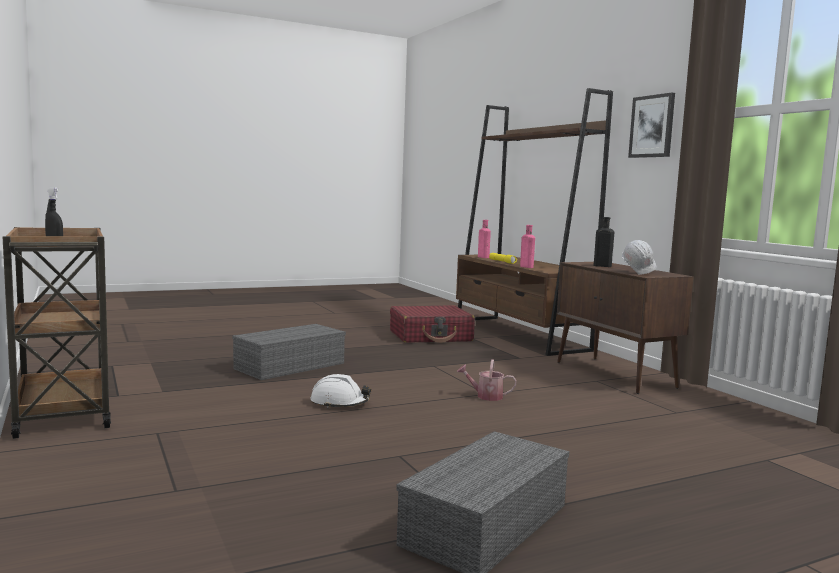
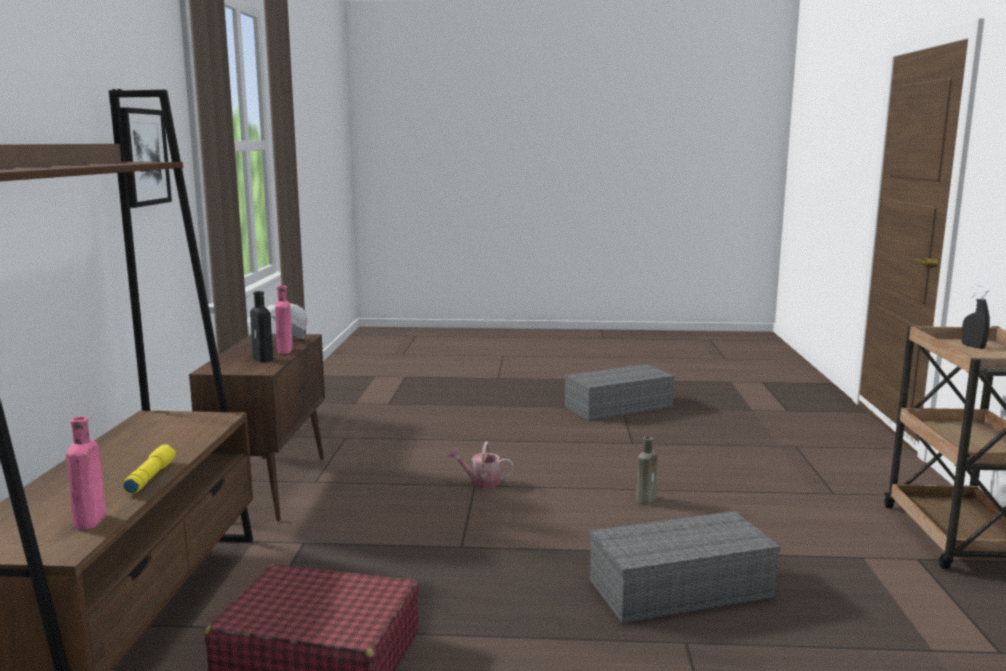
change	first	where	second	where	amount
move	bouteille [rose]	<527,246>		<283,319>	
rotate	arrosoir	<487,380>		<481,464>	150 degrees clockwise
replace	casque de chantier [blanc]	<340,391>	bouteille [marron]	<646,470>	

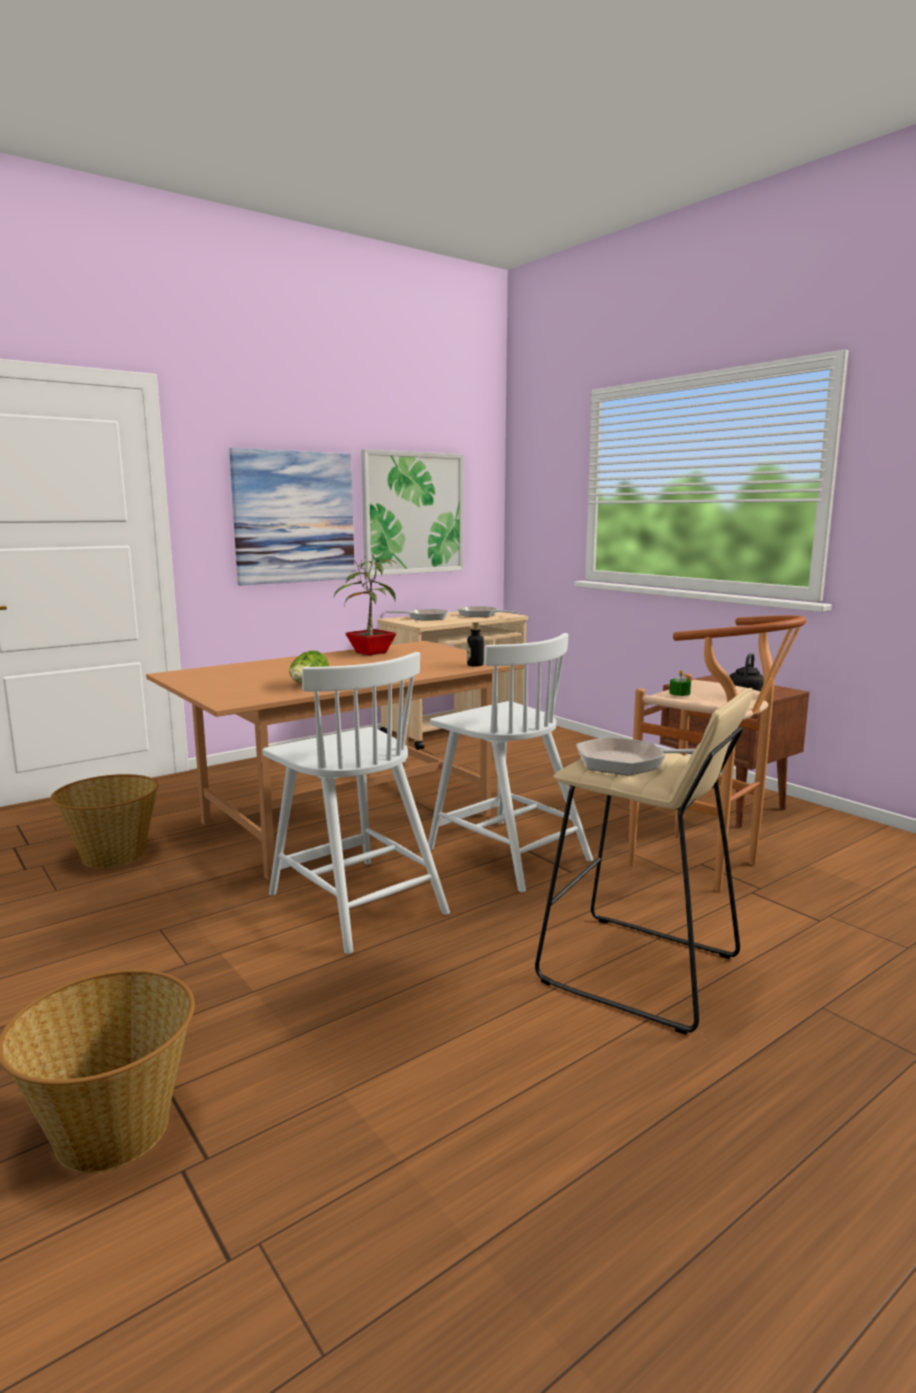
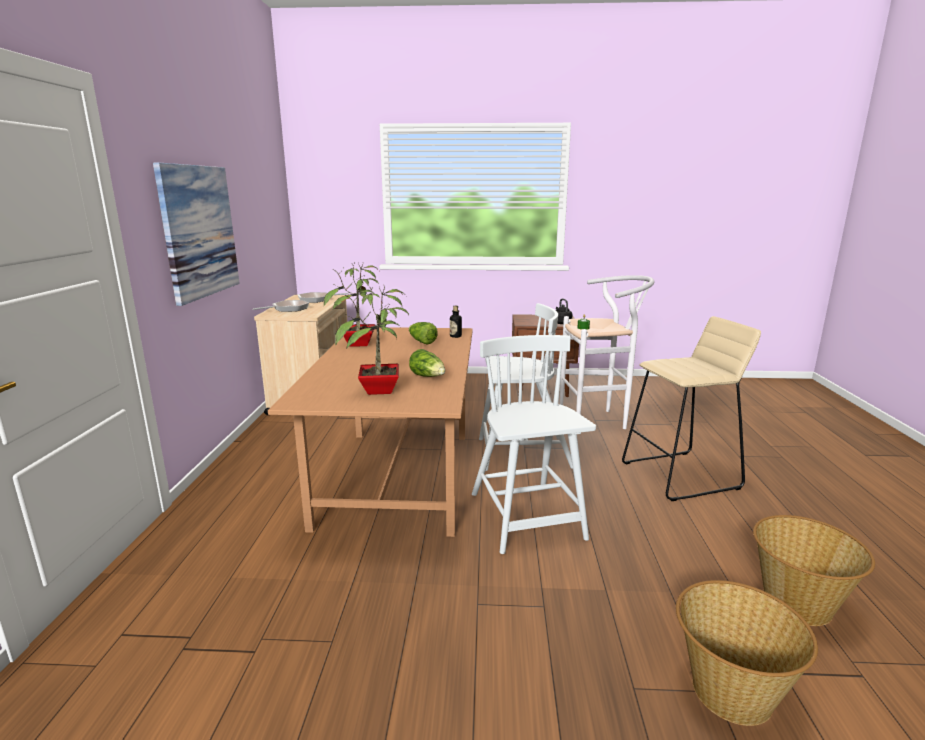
change	first	where	second	where	amount
delete	tableau	<412,512>			
recolor	tabouret [marron]	<717,753>	tabouret [blanc]	<607,352>	
rotate	chaise [blanc]	<356,803>		<534,444>	105 degrees counterclockwise
delete	poêle	<635,756>			
move	panier	<104,821>		<814,570>	
insert			plante en pot	<372,339>	
insert			laitue	<423,333>	

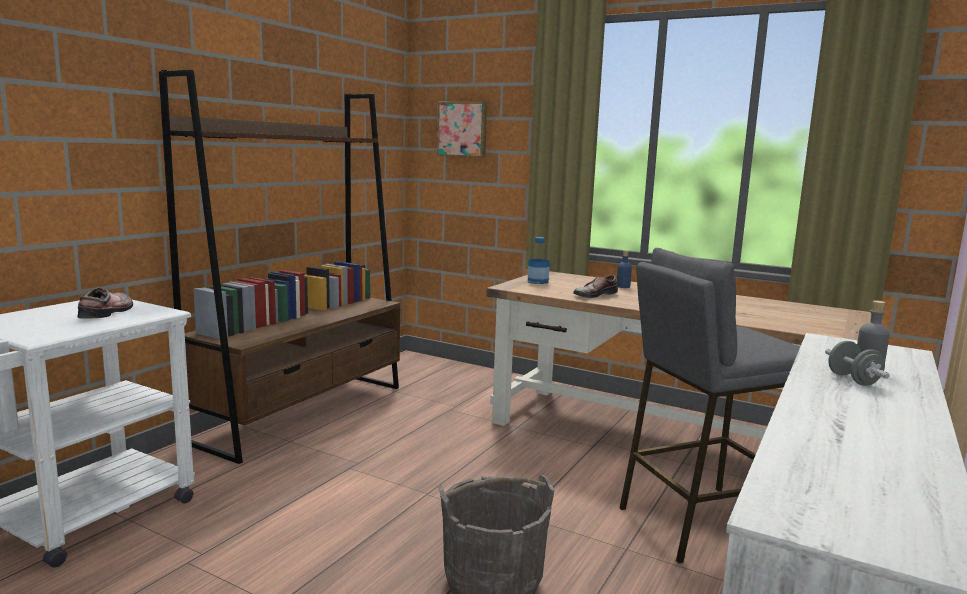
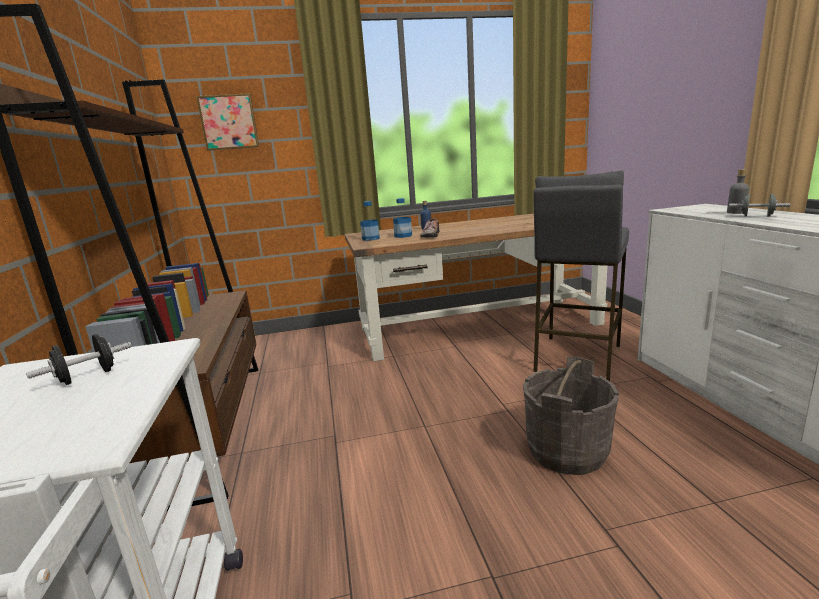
change	first	where	second	where	amount
replace	chaussure	<105,303>	haltère [noir]	<79,359>	
insert			bouteille	<402,218>	

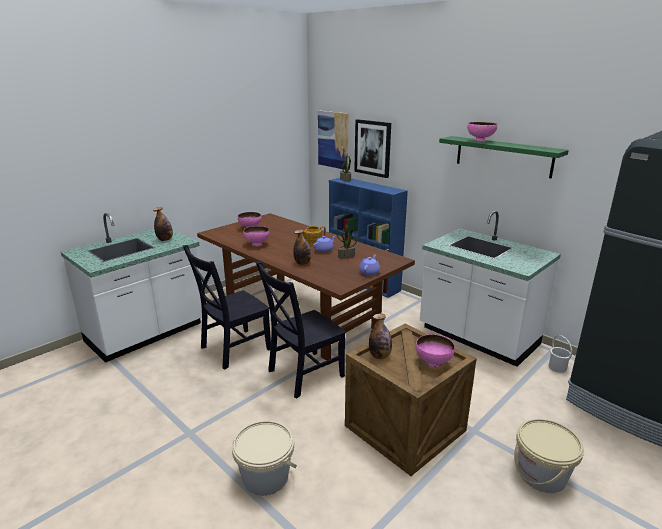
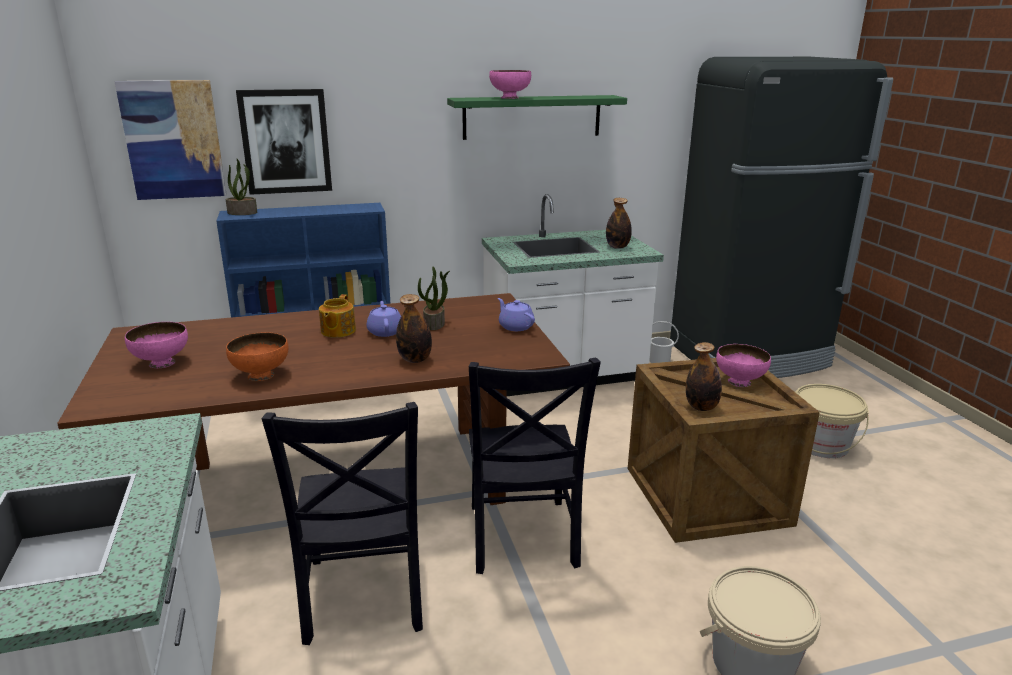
change	first	where	second	where	amount
move	bouteille	<163,224>		<619,223>	
recolor	bol [rose]	<256,236>	bol [orange]	<257,356>	

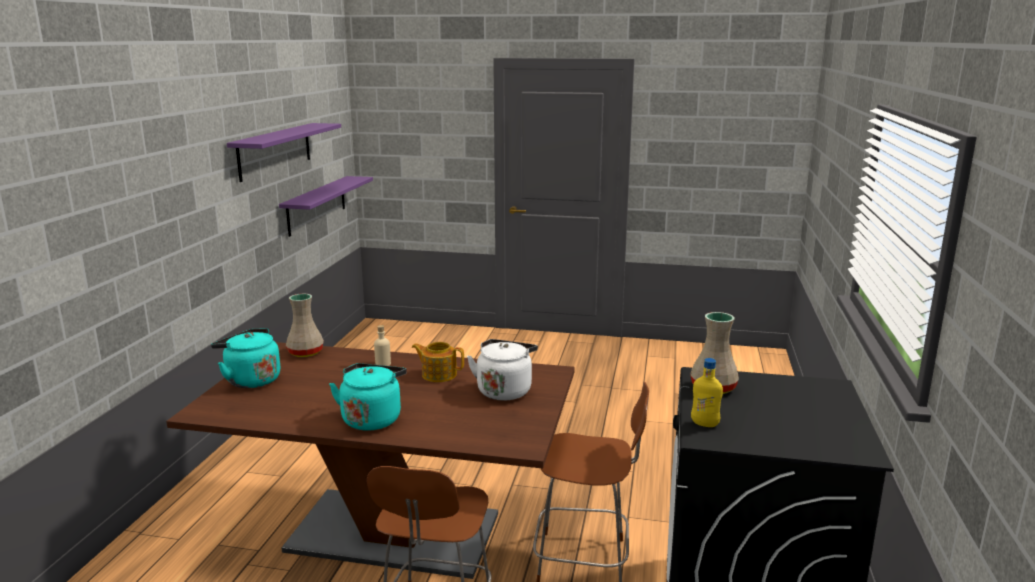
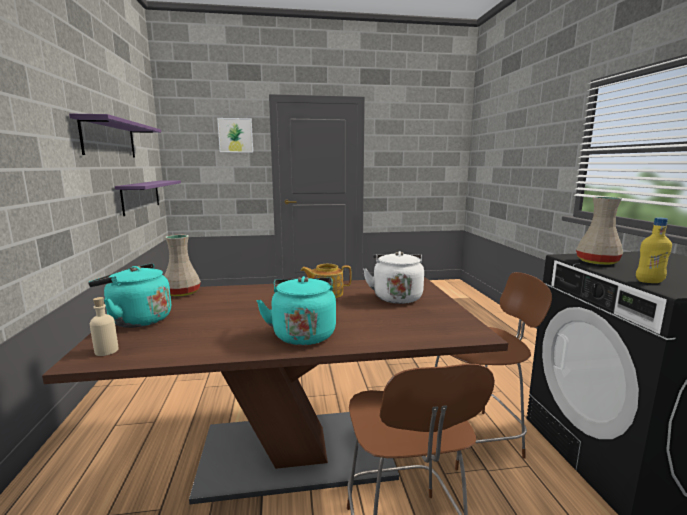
change	first	where	second	where	amount
move	bouteille [beige]	<382,345>		<104,326>	
insert			tableau	<235,135>	

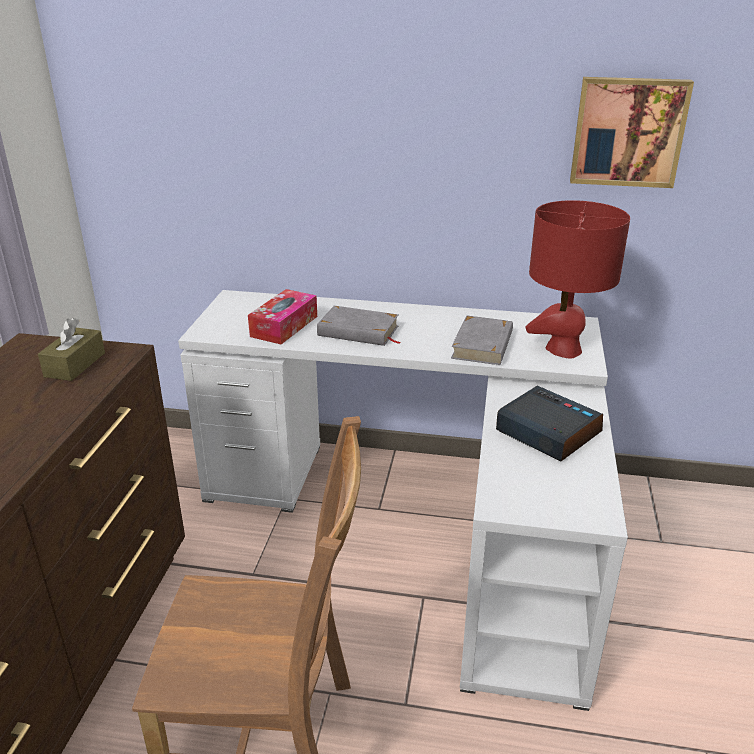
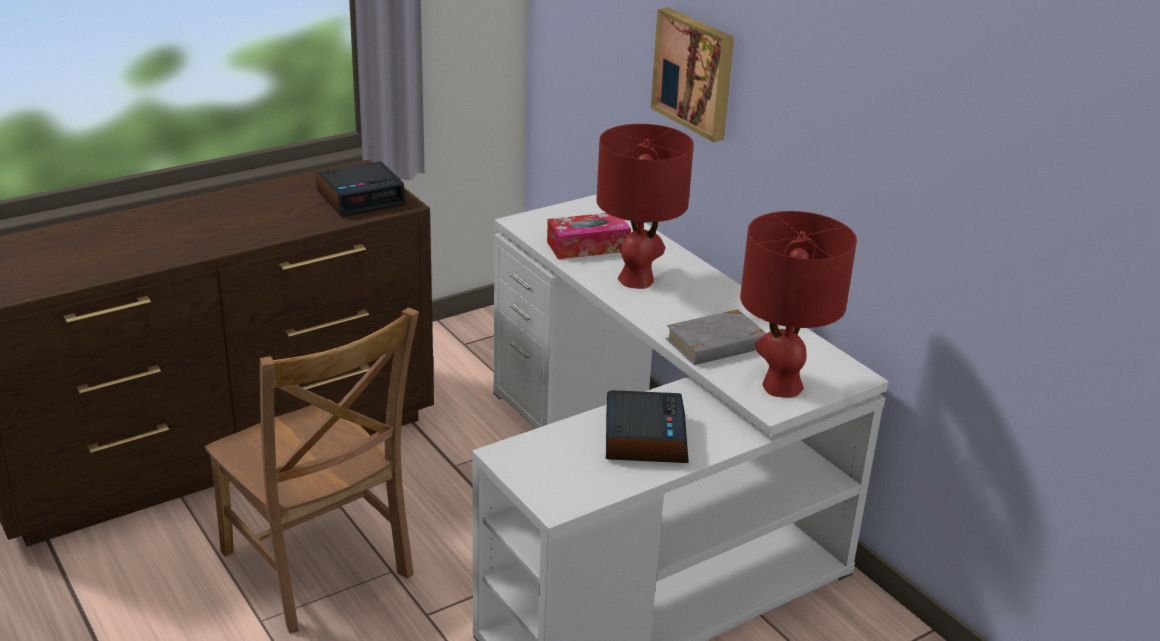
change	first	where	second	where	amount
move	tableau	<632,132>		<692,75>	
replace	livre [gris]	<359,326>	lampe de table [rouge]	<645,206>	
replace	boîte à mouchoirs [marron]	<71,349>	réveil	<361,189>	

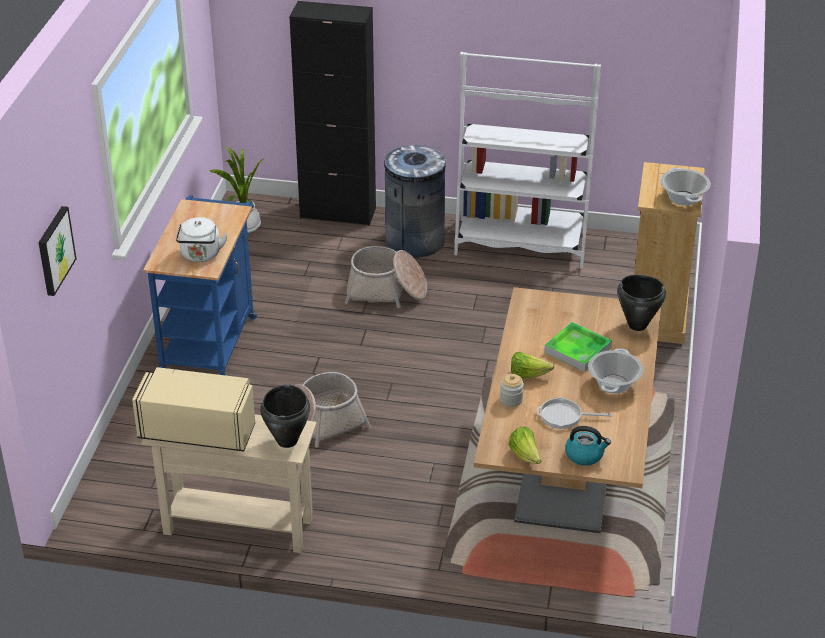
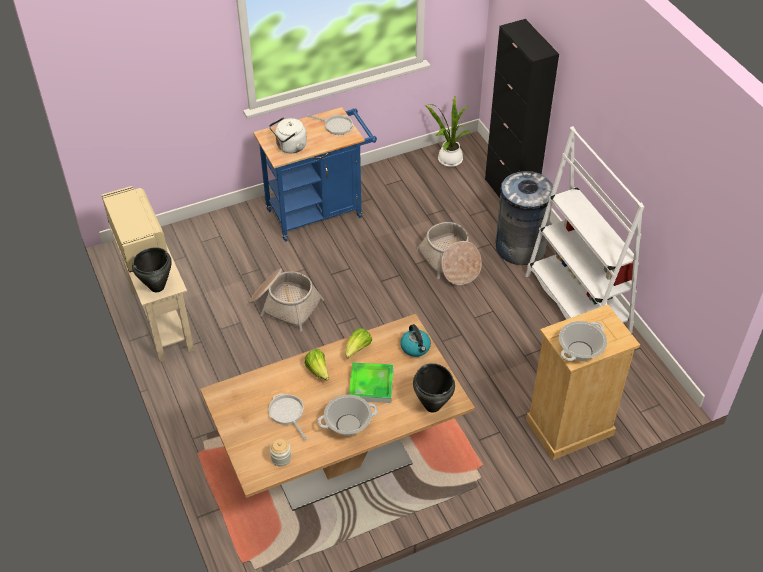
change	first	where	second	where	amount
delete	tableau	<57,251>			
move	bocal	<512,390>		<280,452>	
move	laitue	<525,445>		<359,343>	
move	bouilloire	<588,446>		<415,340>	
insert			poêle	<331,125>	

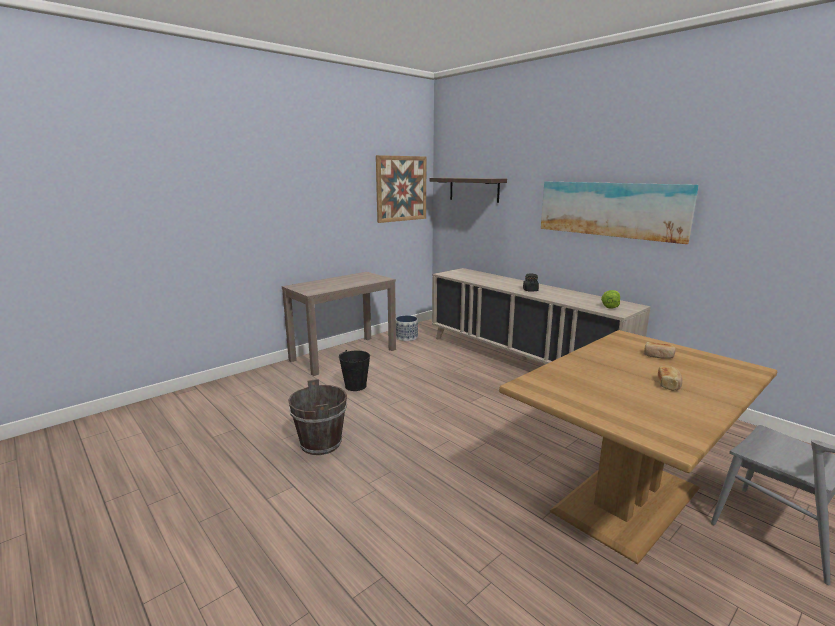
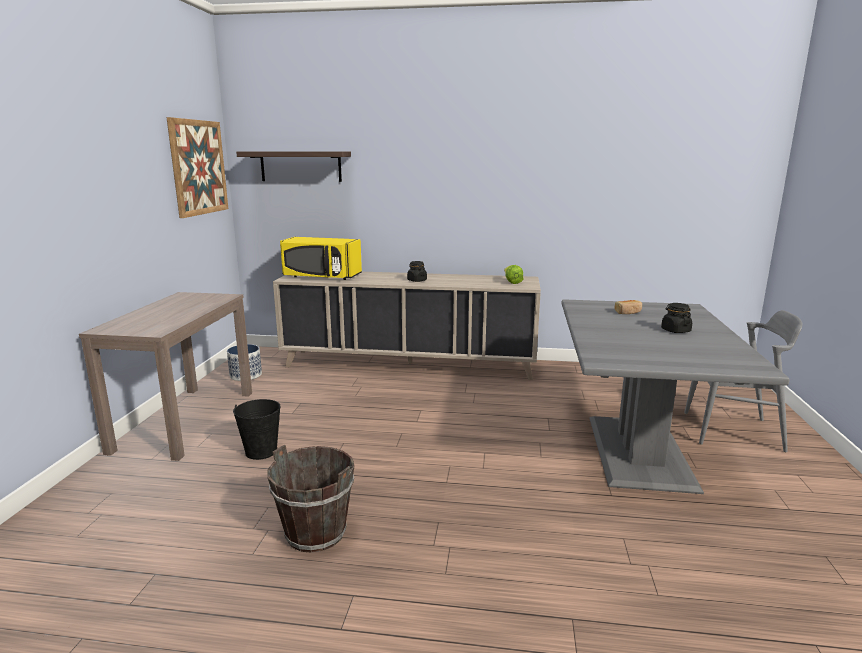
change	first	where	second	where	amount
delete	tableau	<620,212>			
recolor	table à manger [marron]	<638,447>	table à manger [gris]	<675,396>	
replace	pain	<670,379>	bocal [noir]	<676,318>	
insert			micro-ondes [jaune]	<321,258>	

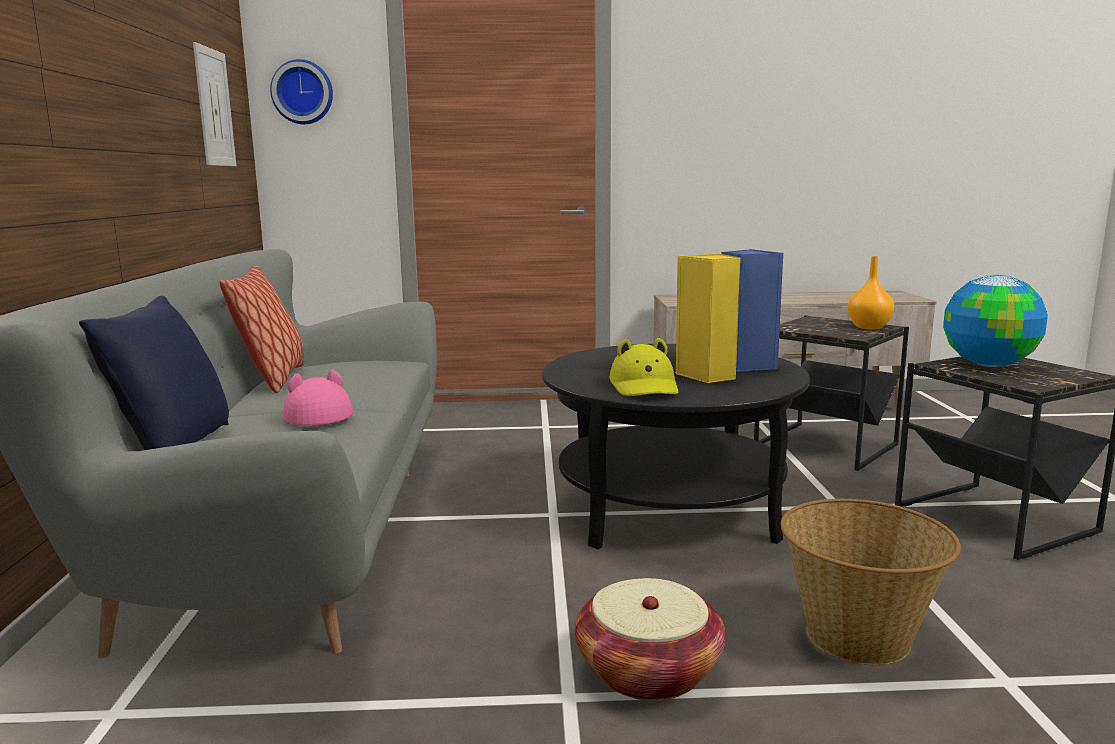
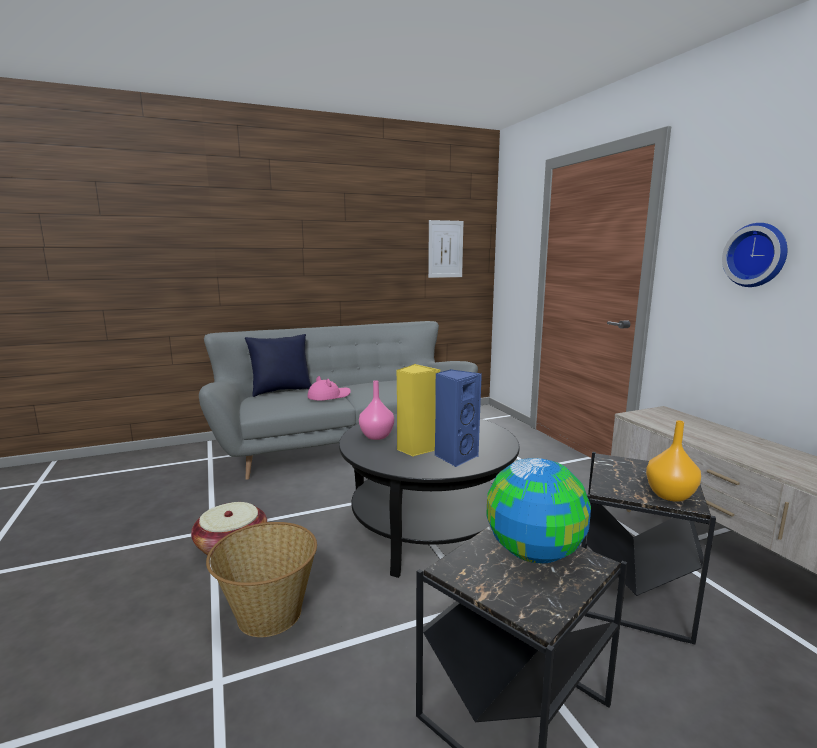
change	first	where	second	where	amount
move	horloge murale	<301,91>		<754,255>	
delete	coussin	<262,329>			
replace	chapeau [jaune]	<644,367>	vase [rose]	<376,410>	

